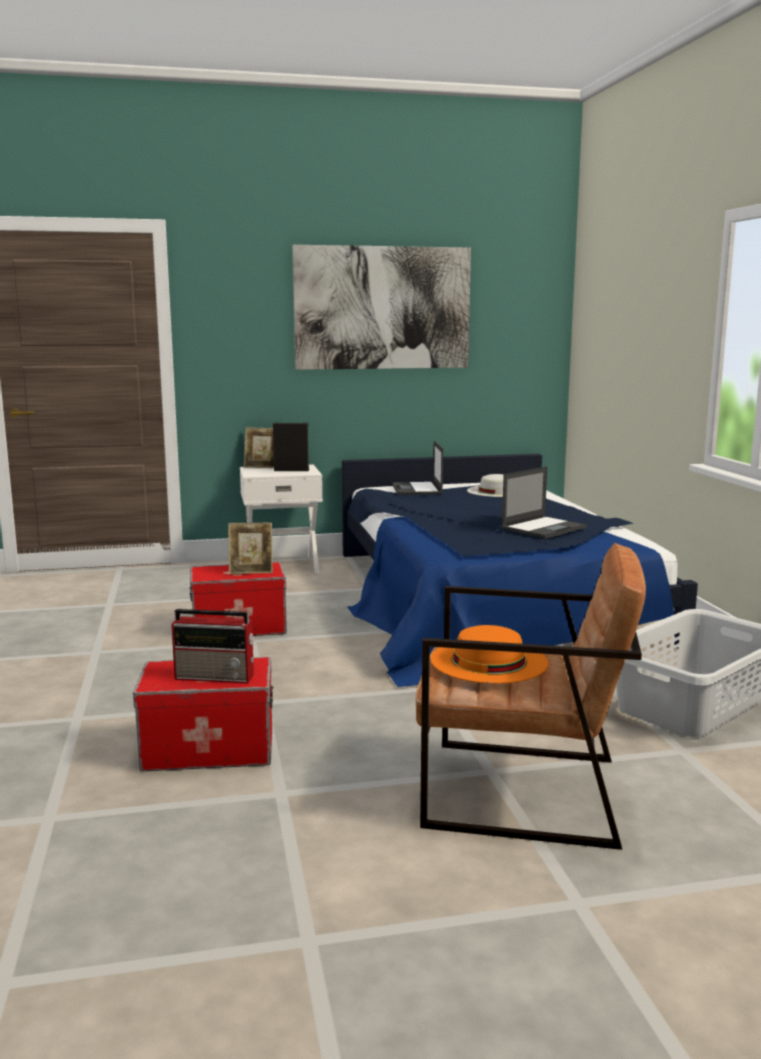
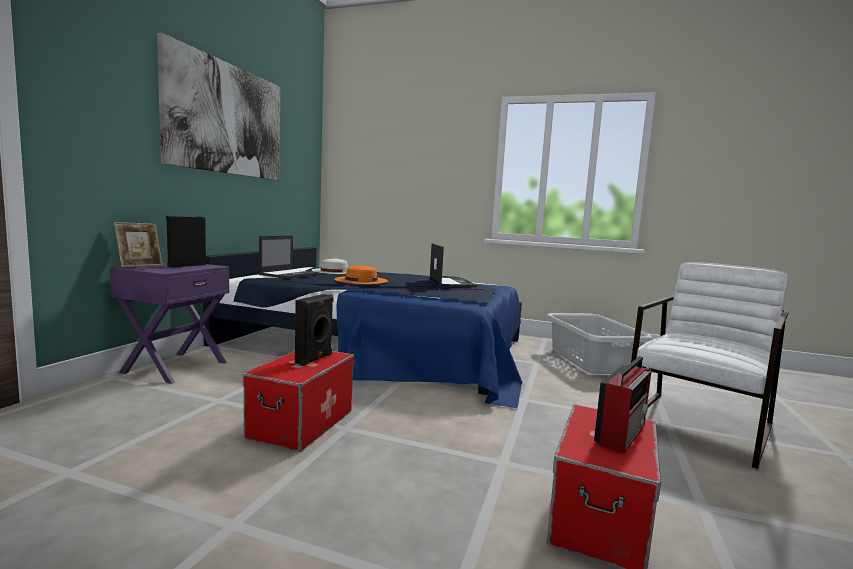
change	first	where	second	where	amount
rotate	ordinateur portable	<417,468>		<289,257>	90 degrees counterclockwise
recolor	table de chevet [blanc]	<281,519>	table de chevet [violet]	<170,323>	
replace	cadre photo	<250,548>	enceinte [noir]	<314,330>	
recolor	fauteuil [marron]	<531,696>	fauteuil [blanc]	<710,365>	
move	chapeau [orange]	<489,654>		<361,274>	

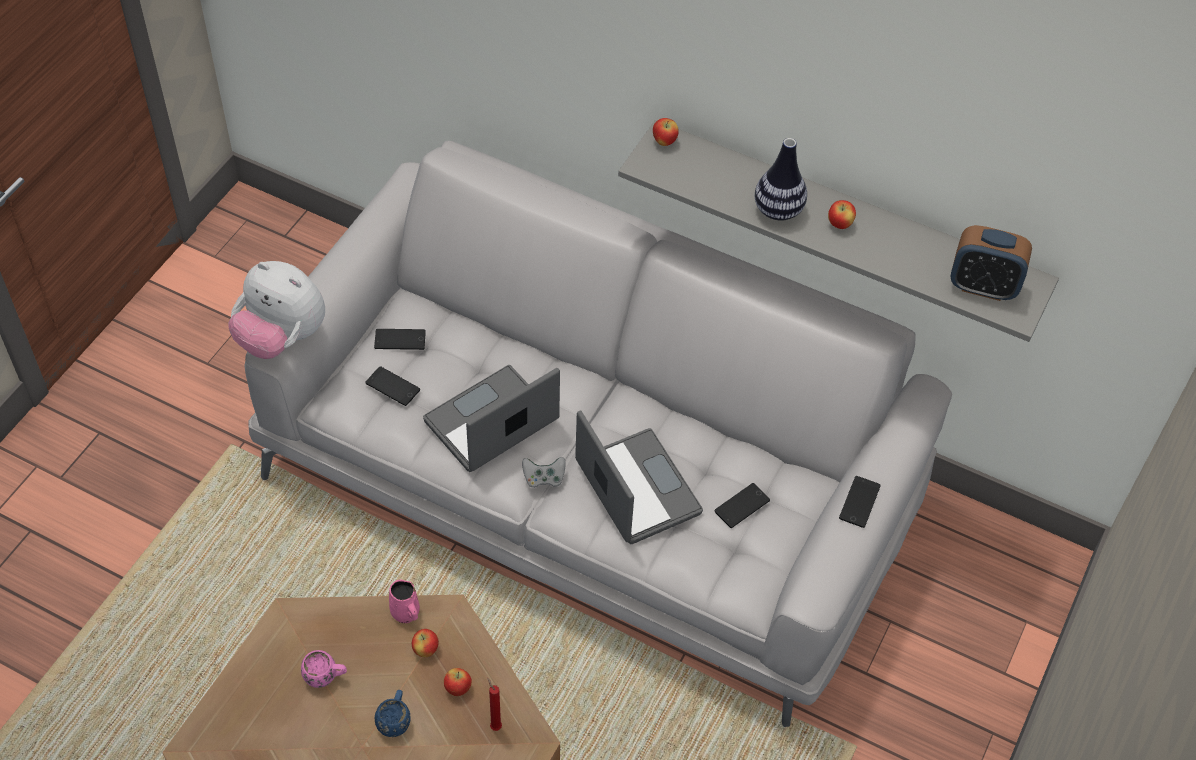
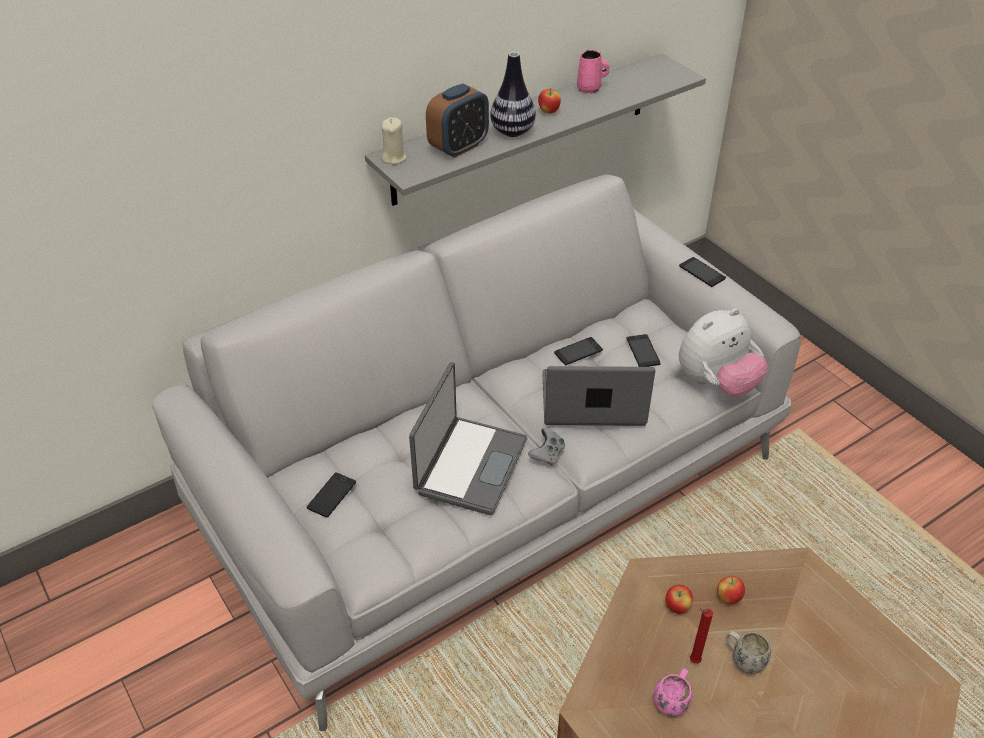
change	first	where	second	where	amount
replace	pomme	<666,132>	bougie [beige]	<393,141>	
move	réveil	<991,263>		<457,121>	
move	peluche	<276,310>		<723,352>	
rotate	ordinateur portable	<491,418>		<468,438>	150 degrees counterclockwise
move	téléphone	<393,386>		<578,351>	
move	mug [rose]	<404,601>		<593,71>	
move	bougie [rouge]	<494,704>		<701,636>	
recolor	mug [bleu]	<393,713>	mug [blanc]	<748,652>	

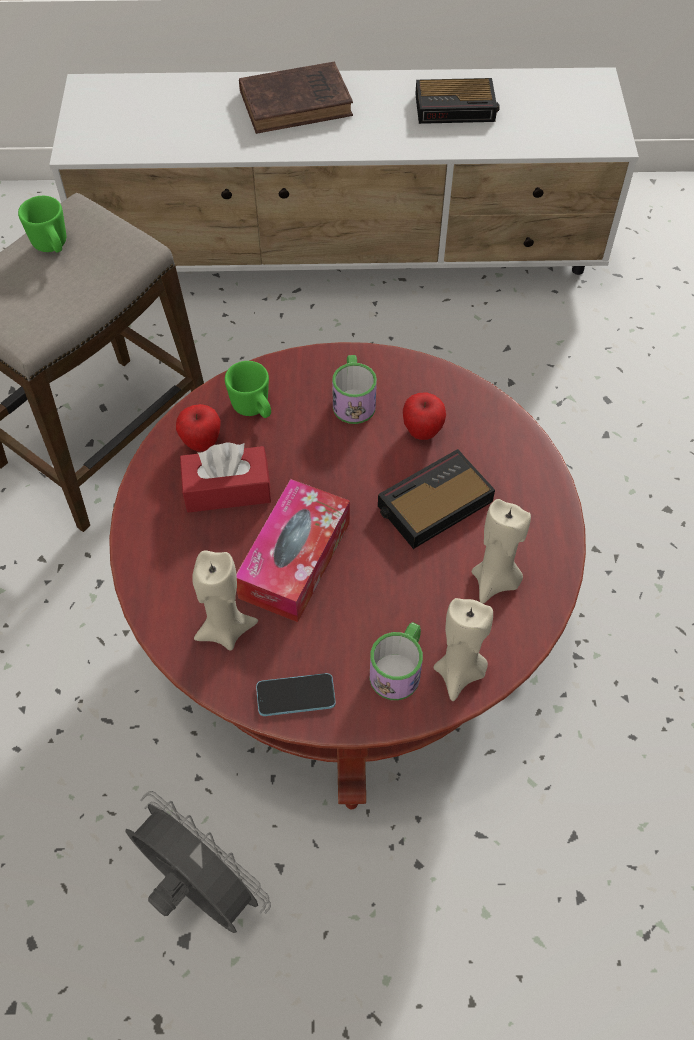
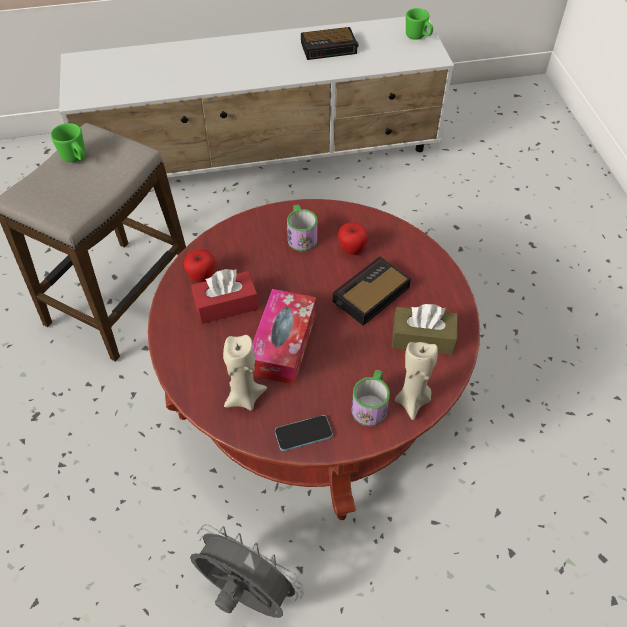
change	first	where	second	where	amount
delete	livre [marron]	<296,97>			
move	mug [vert]	<248,389>		<419,24>	
replace	bougie [beige]	<501,551>	boîte à mouchoirs [marron]	<425,329>	

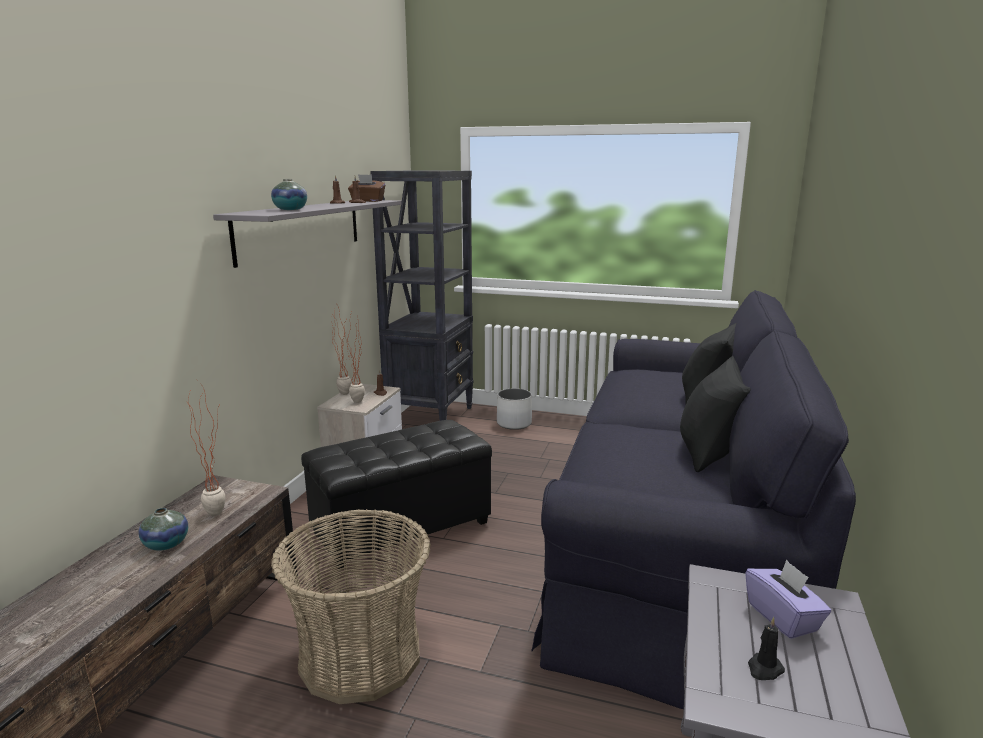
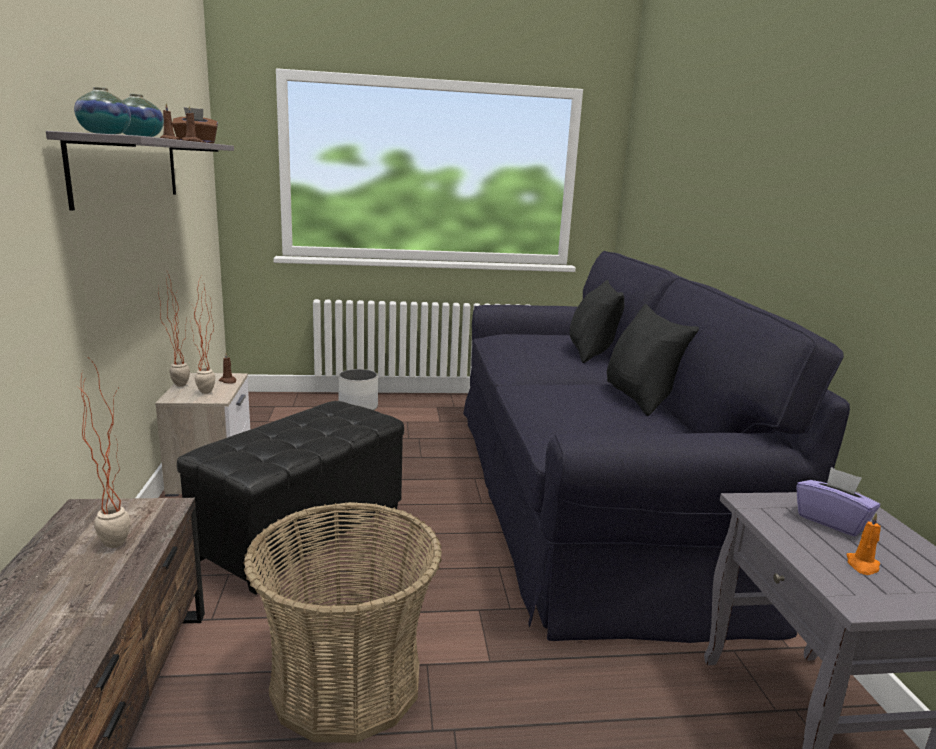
change	first	where	second	where	amount
delete	bibliothèque [noir]	<422,296>			
move	vase	<163,529>		<102,110>	
recolor	bougie [noir]	<766,648>	bougie [orange]	<863,543>	

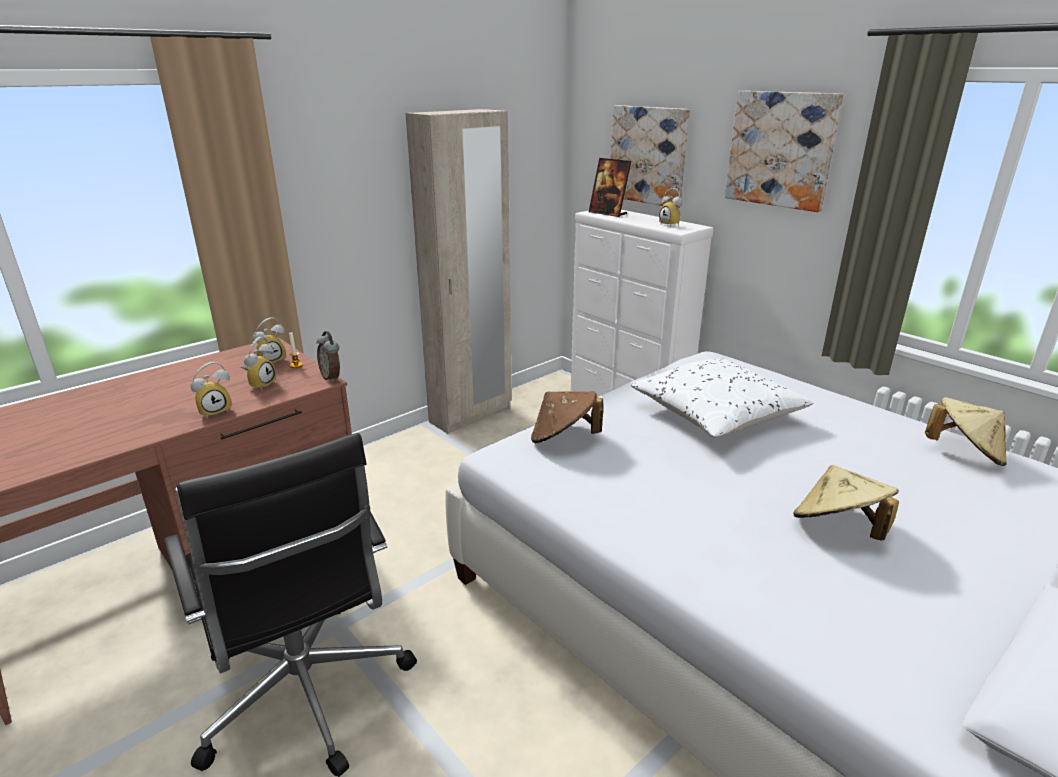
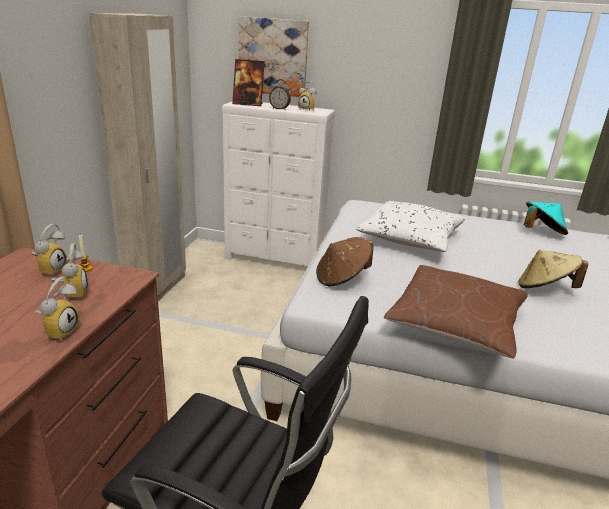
change	first	where	second	where	amount
delete	tableau	<784,151>			
move	réveil	<328,356>		<280,95>	
recolor	chapeau [beige]	<966,431>	chapeau [turquoise]	<546,218>	
insert			coussin [marron]	<456,312>	

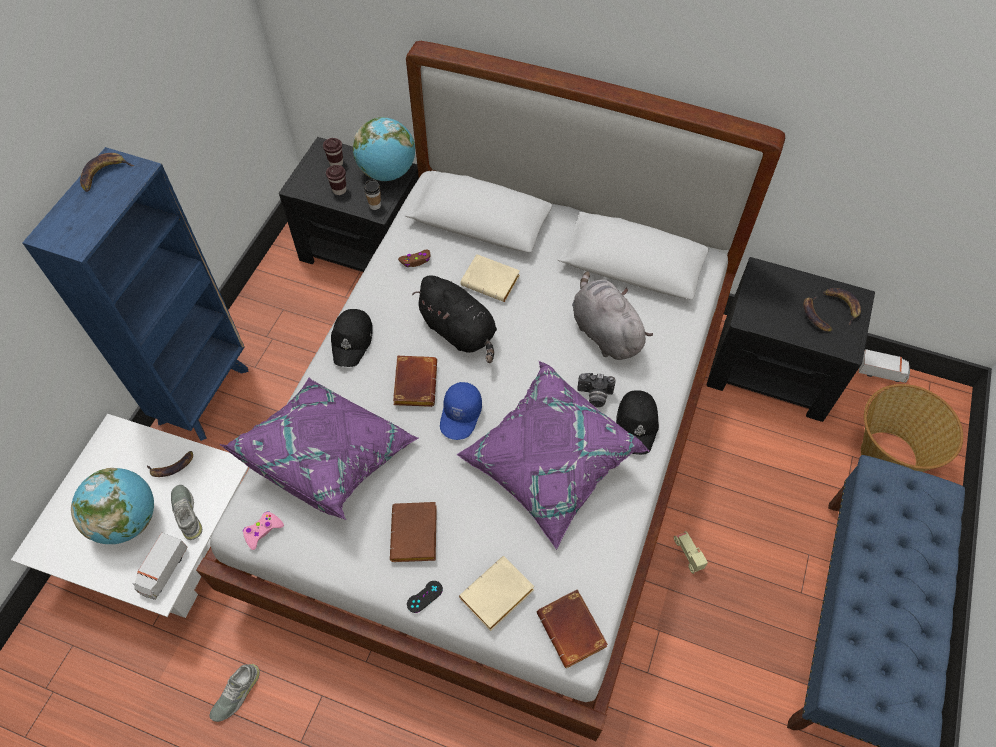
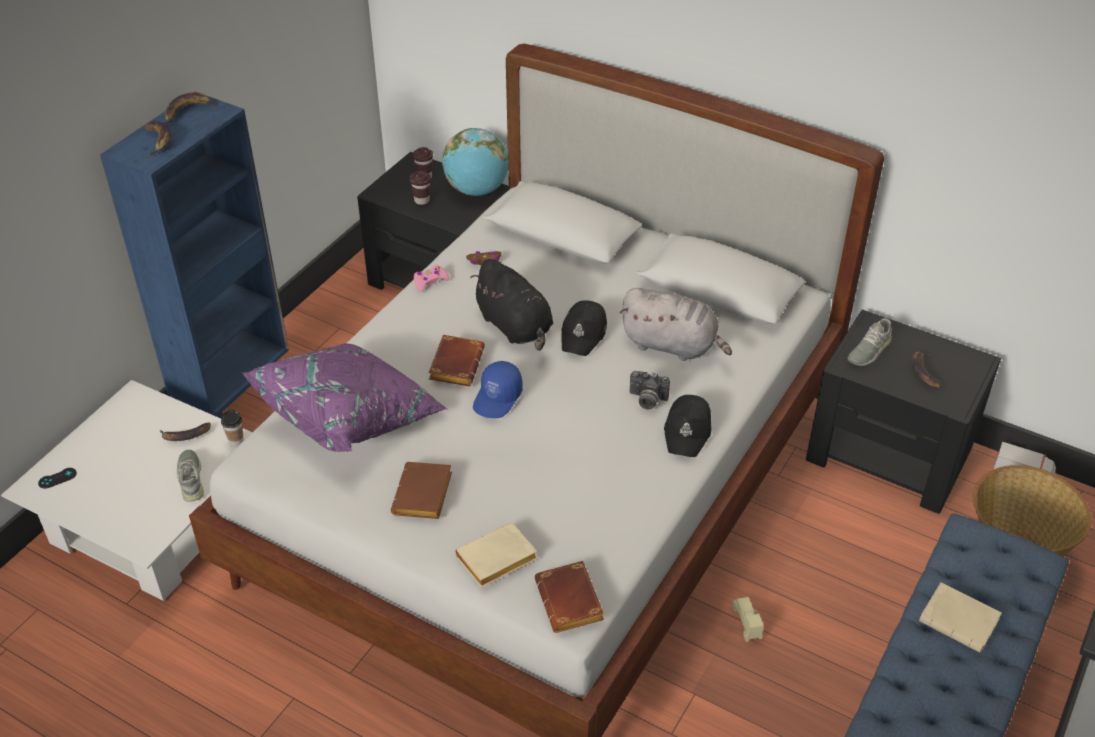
change	first	where	second	where	amount
move	tasse	<372,194>		<232,428>	
move	livre [beige]	<490,278>		<960,617>	
rotate	peluche [gris]	<612,315>		<676,324>	135 degrees clockwise
move	banane	<842,306>		<157,139>	
move	casquette [noir]	<352,338>		<584,328>	
delete	coussin [violet]	<553,455>			
delete	globe	<112,506>			
move	manette [rose]	<263,530>		<431,278>	
delete	camion jouet	<160,566>			
move	manette [noir]	<425,597>		<57,478>	
move	chaussure [gris]	<235,693>		<869,342>	

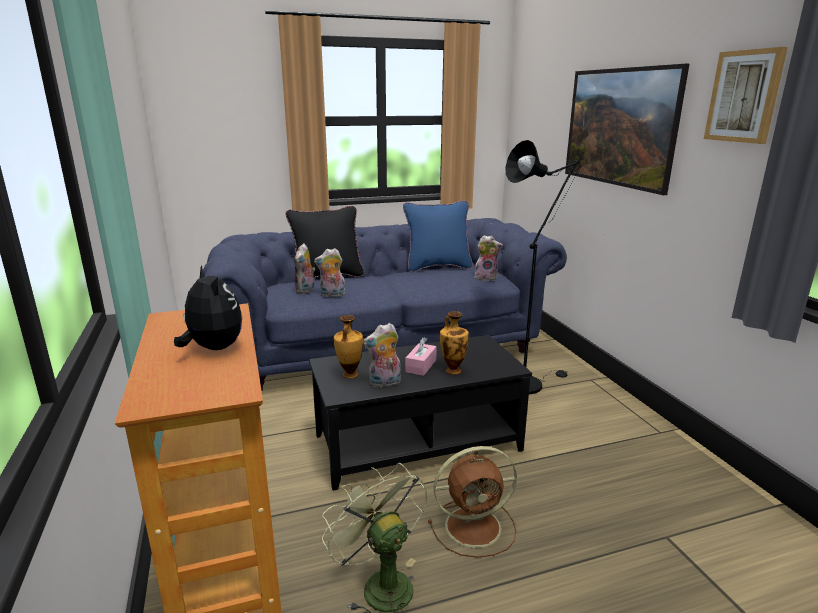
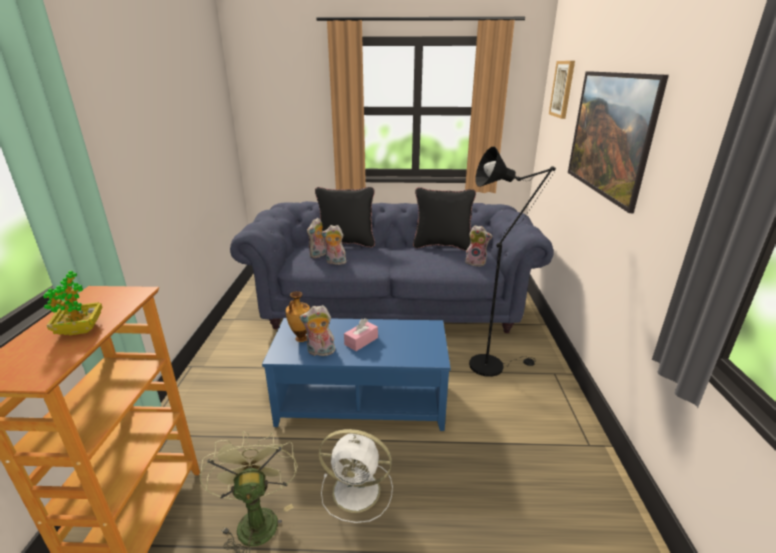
change	first	where	second	where	amount
move	tableau	<746,95>		<562,90>	
recolor	coussin [bleu]	<438,236>	coussin [noir]	<444,219>	
replace	peluche	<208,307>	plante en pot	<73,303>	
delete	vase	<454,342>			
recolor	table basse [noir]	<420,413>	table basse [bleu]	<356,374>	
recolor	ventilateur [marron]	<472,502>	ventilateur [blanc]	<356,476>	

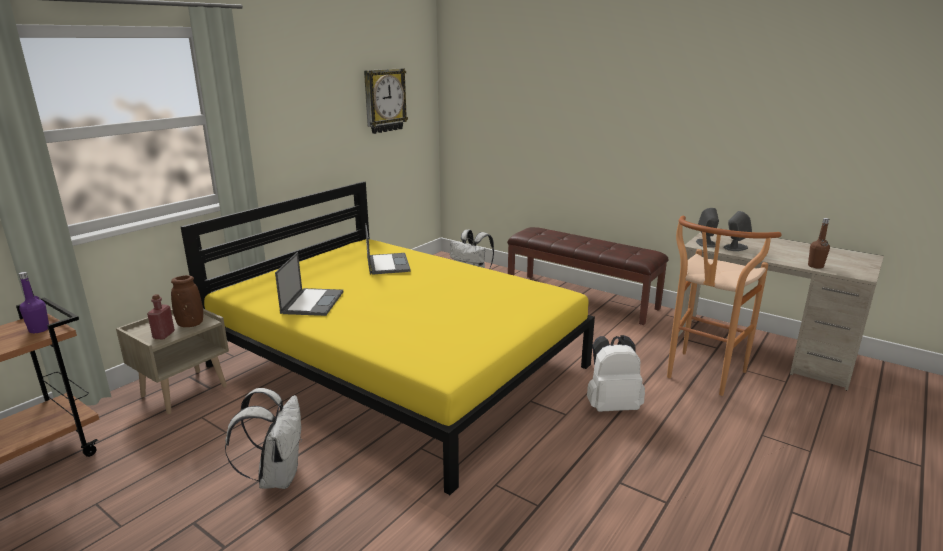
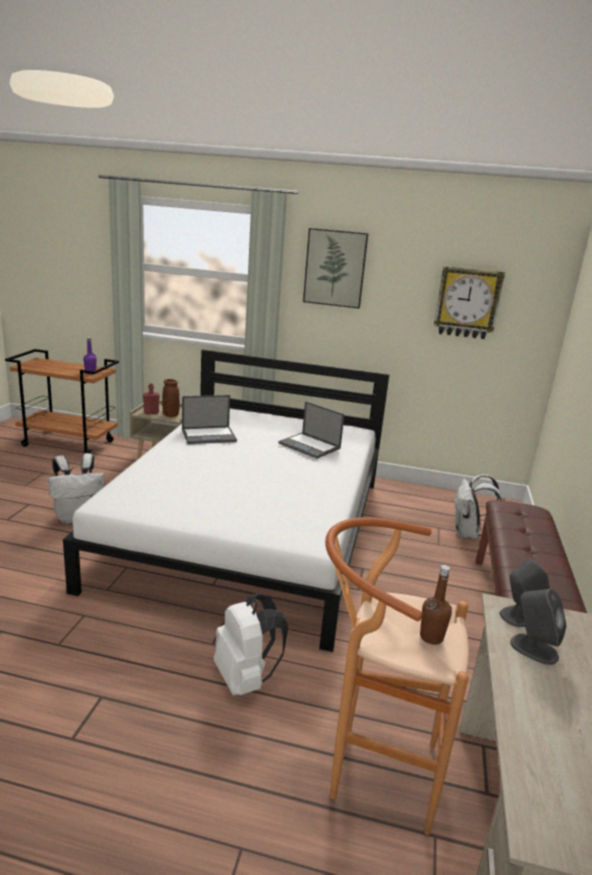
change	first	where	second	where	amount
recolor	lit [jaune]	<387,338>	lit [blanc]	<226,500>	
move	bouteille [marron]	<819,243>		<436,605>	
rotate	ordinateur portable	<388,249>		<311,430>	75 degrees clockwise
insert			tableau	<335,268>	

